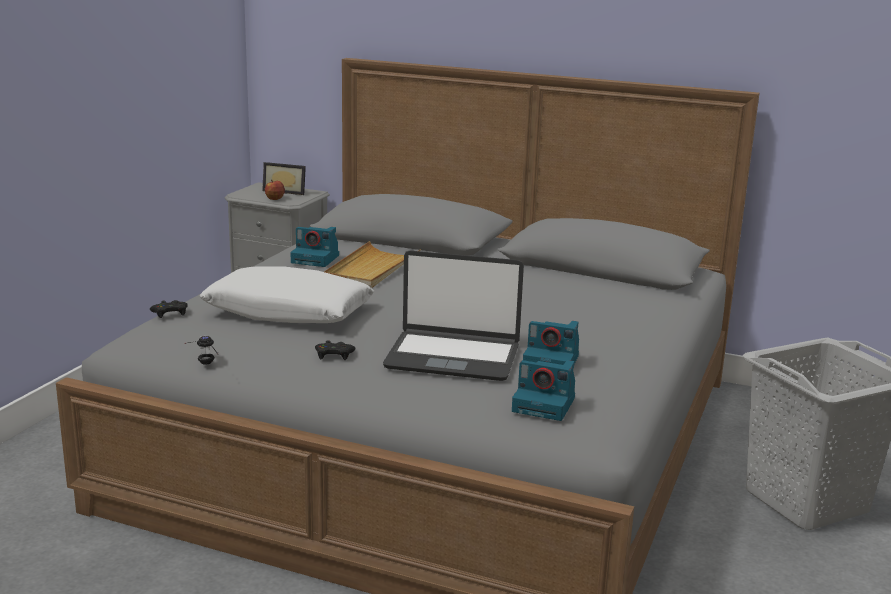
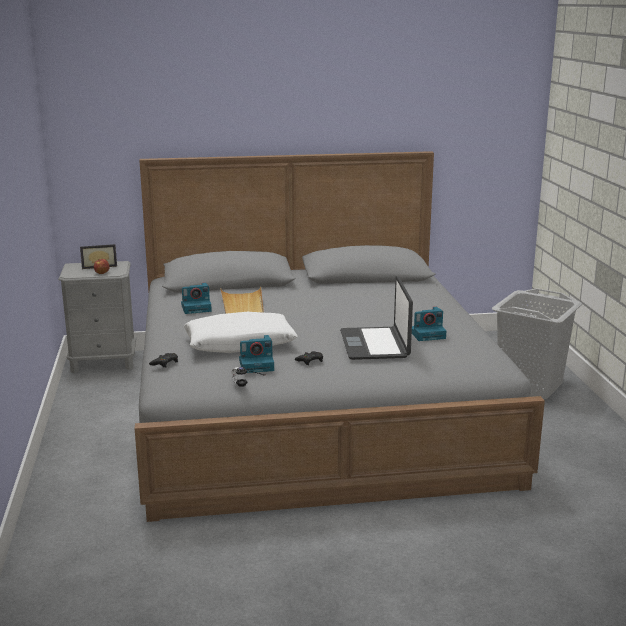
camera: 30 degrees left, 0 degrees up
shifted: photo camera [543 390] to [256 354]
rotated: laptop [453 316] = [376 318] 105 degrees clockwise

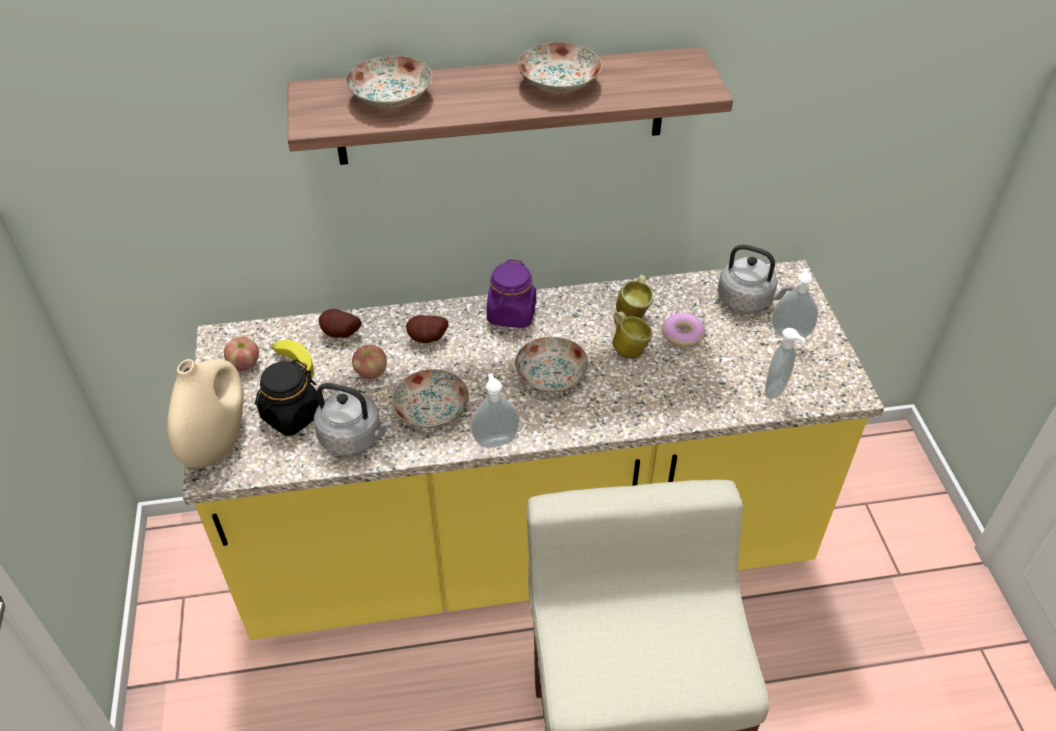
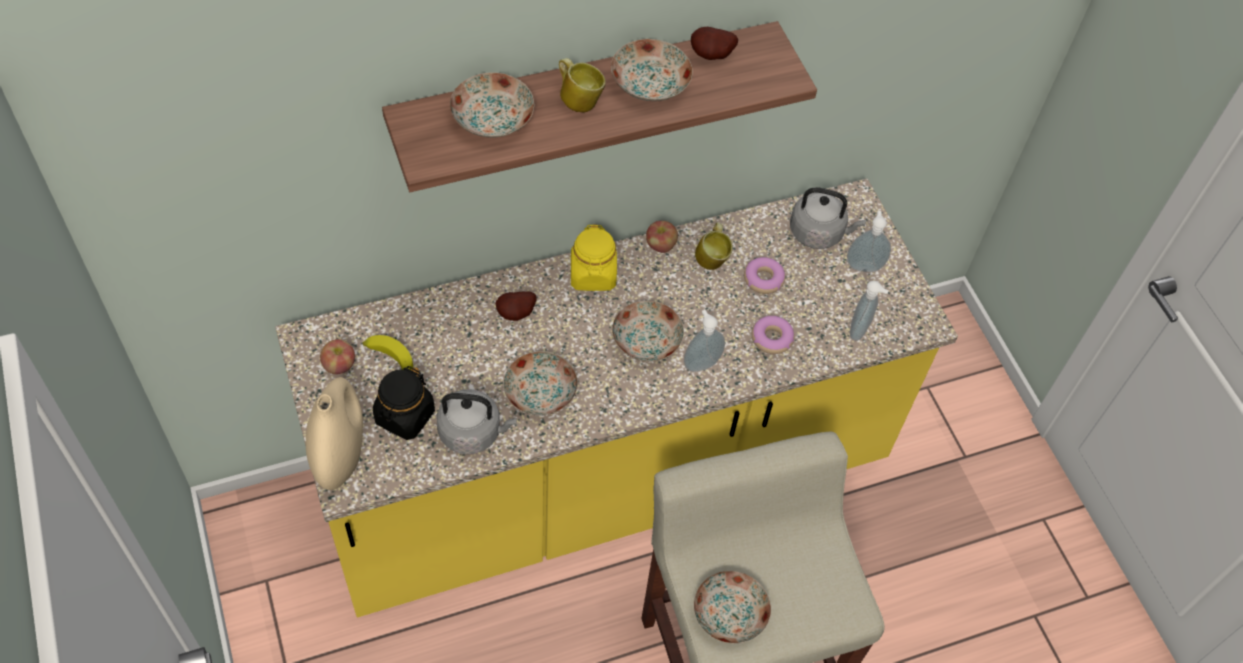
camera: 15 degrees left, 10 degrees up
new: plate [732 607]; donut [772 335]
shifted: potato [340 323] to [714 43]; apple [369 362] to [662 237]; soap dispenser [495 410] to [704 341]; mug [632 335] to [582 85]
repainted: purple jar [511 293] to yellow jar [594 257]

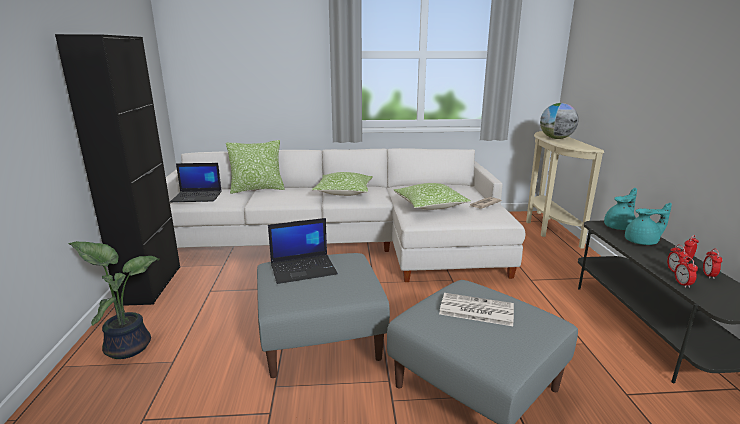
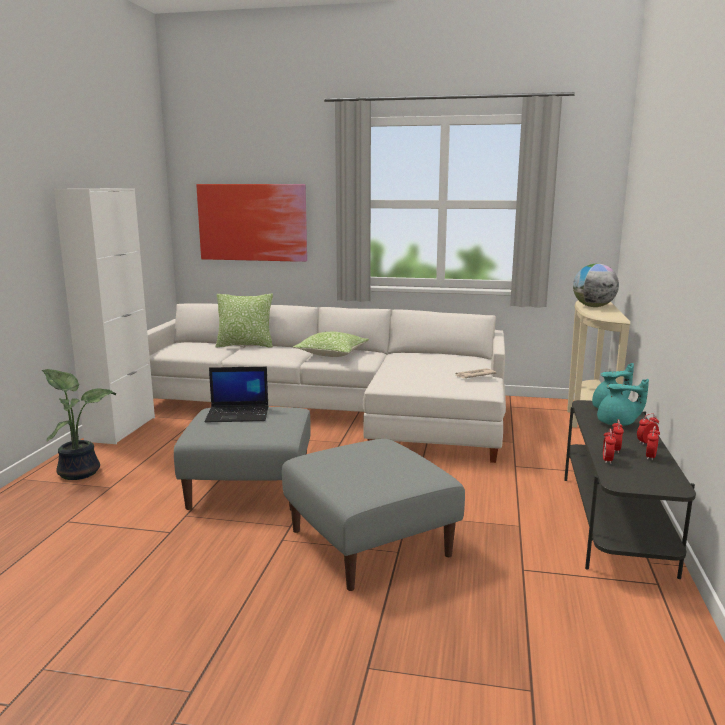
camera: 15 degrees right, 5 degrees down
gone: laptop [196 182]; pillow [432 196]; newspaper [476 309]
new: picture [251 223]
repainted: black cabinet [117 170] to white cabinet [104 316]

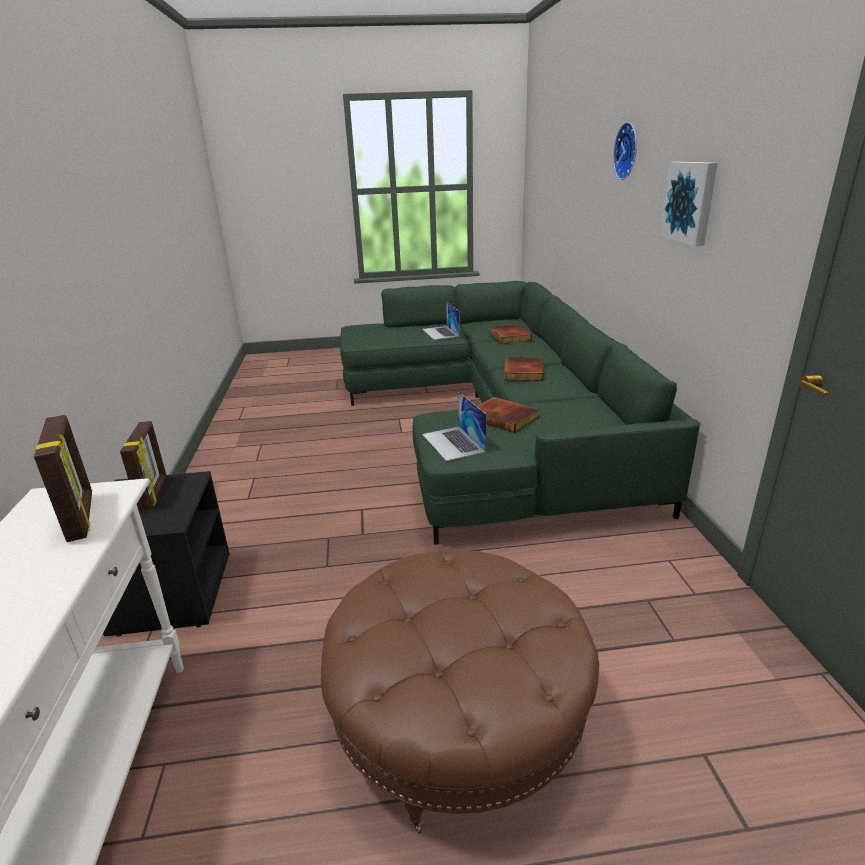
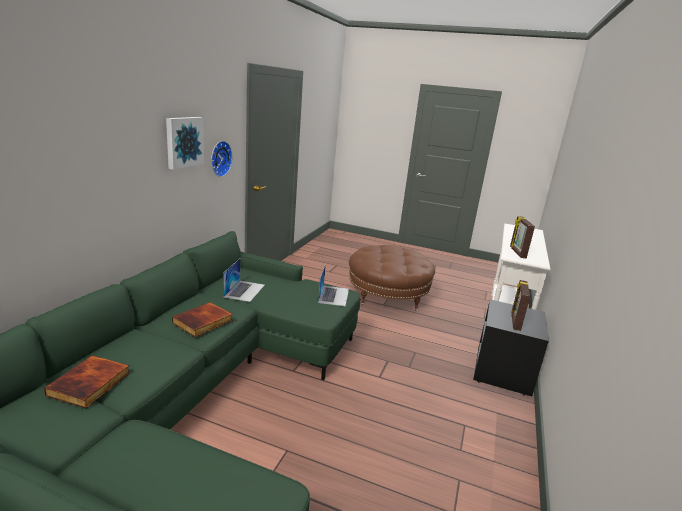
camera: 155 degrees left, 5 degrees down
gone: book [508 415]
shifted: laptop [441 321] to [244 280]; wall clock [625 151] to [222 159]

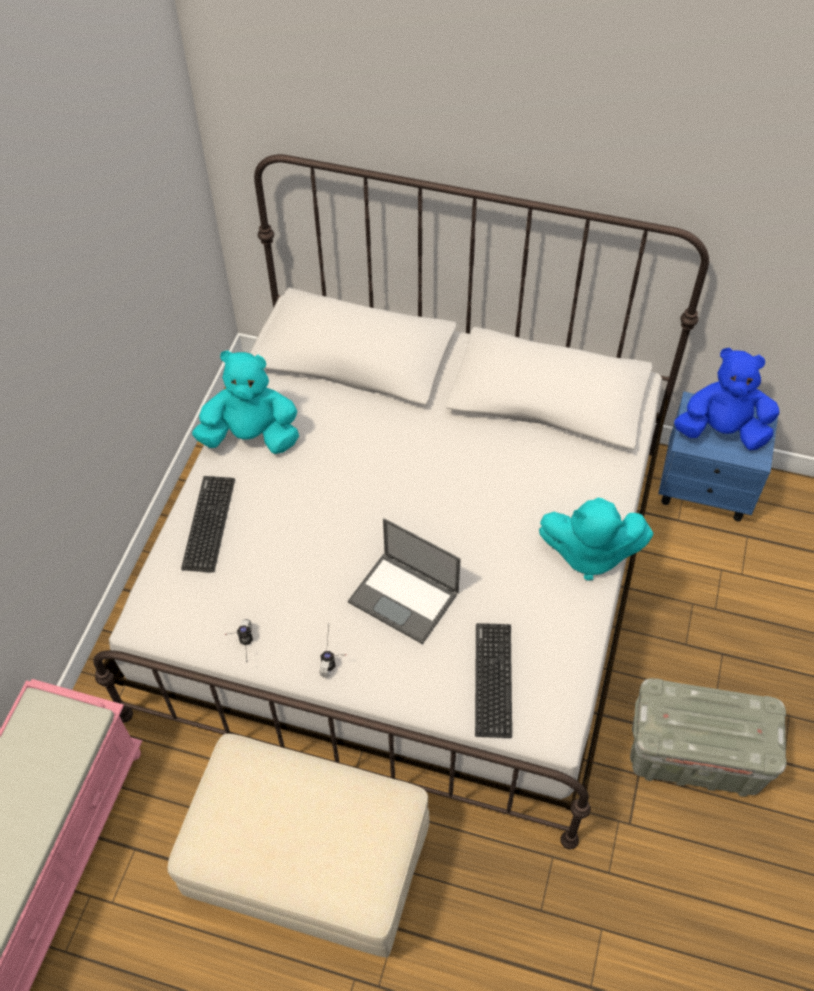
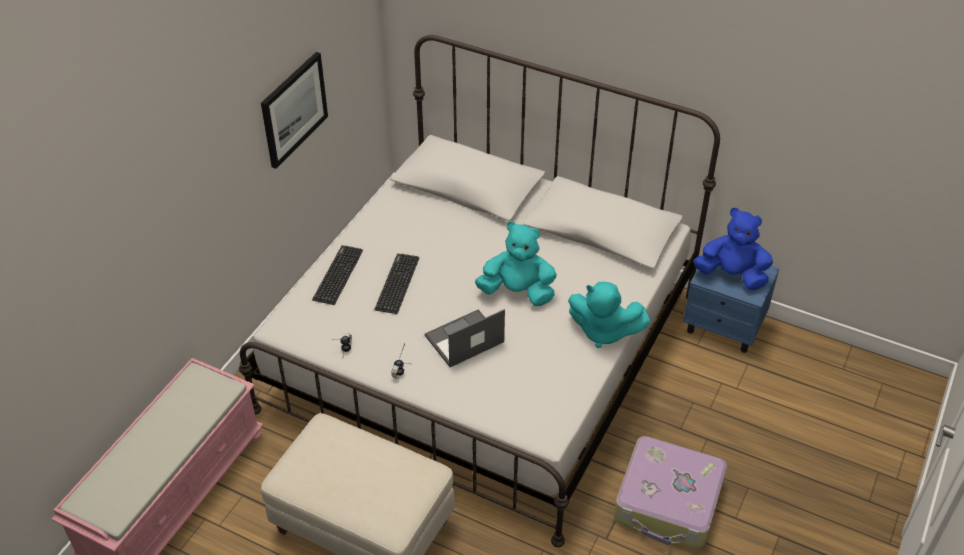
camera: 10 degrees right, 10 degrees down
new: picture [294 110]
shifted: turquoise plush toy [245 402] to [516 264]; keyboard [493 680] to [396 284]
swapped: grey storage box [708 737] to suitcase [670 492]
rotated: laptop [404 581] = [465 338] 105 degrees clockwise

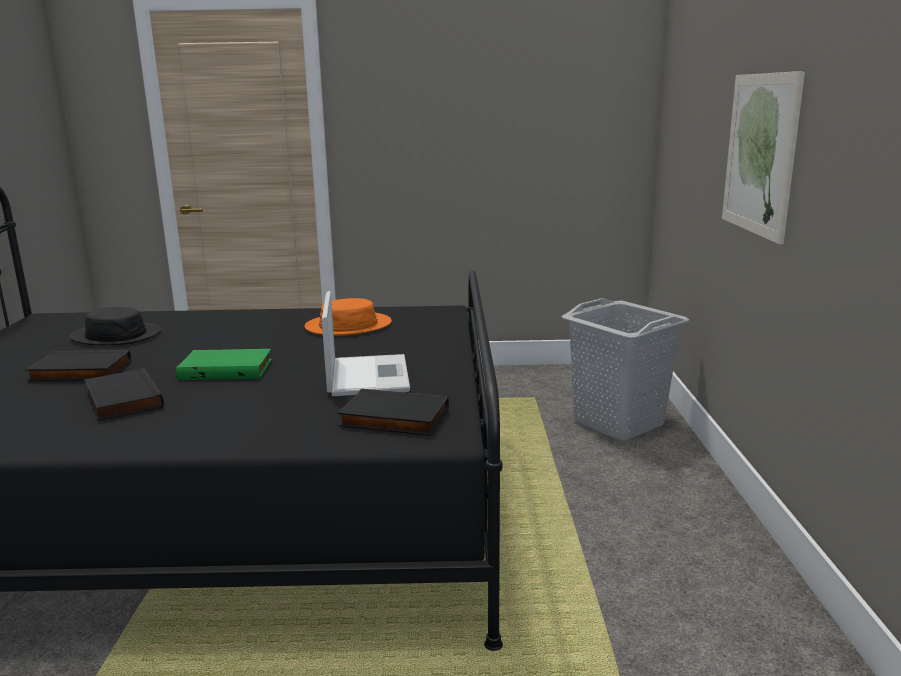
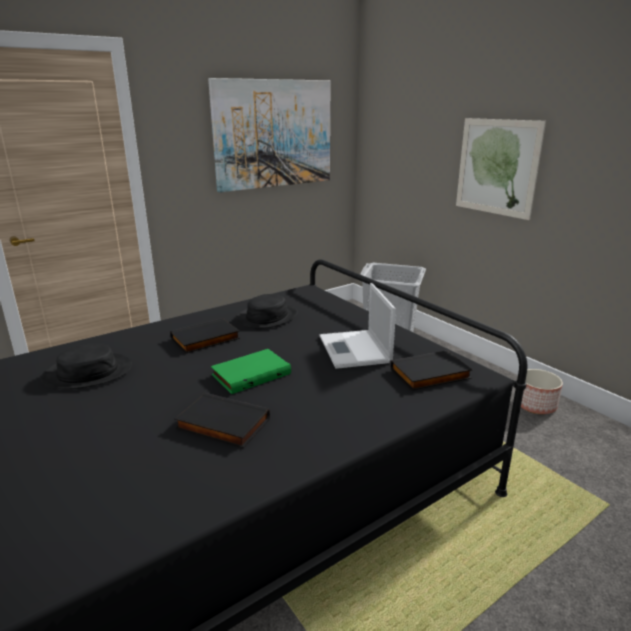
camera: 35 degrees left, 5 degrees up
new: picture [269 135]; planter [542 391]
shifted: black book [78 365] to [205 336]
repainted: orange hat [348 317] to black hat [267 311]
rotated: laptop [366 343] = [358 326] 150 degrees counterclockwise

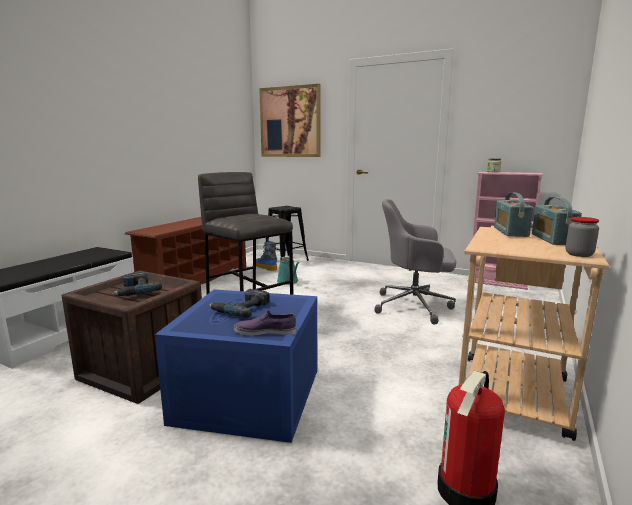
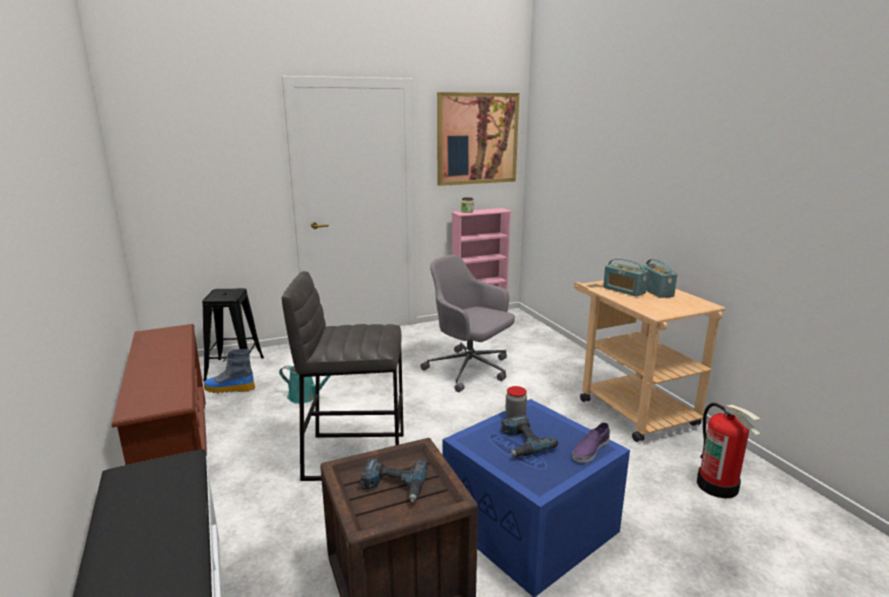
camera: 50 degrees left, 5 degrees up
shifted: picture [290 120] to [478 139]; jar [582 237] to [516 402]
rotated: grey office chair [415 262] = [467 323] 75 degrees clockwise; radio [557 221] = [658 278] 150 degrees counterclockwise

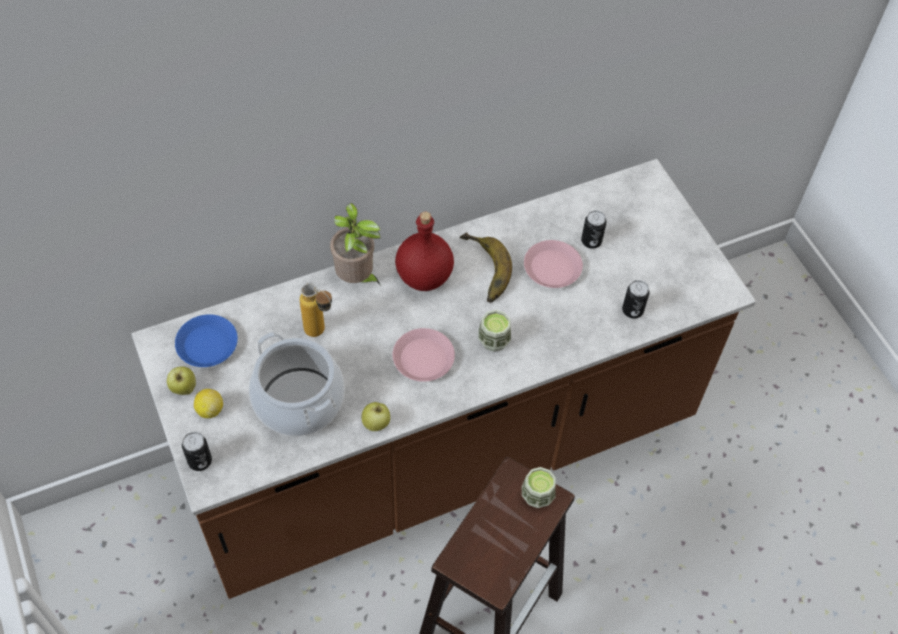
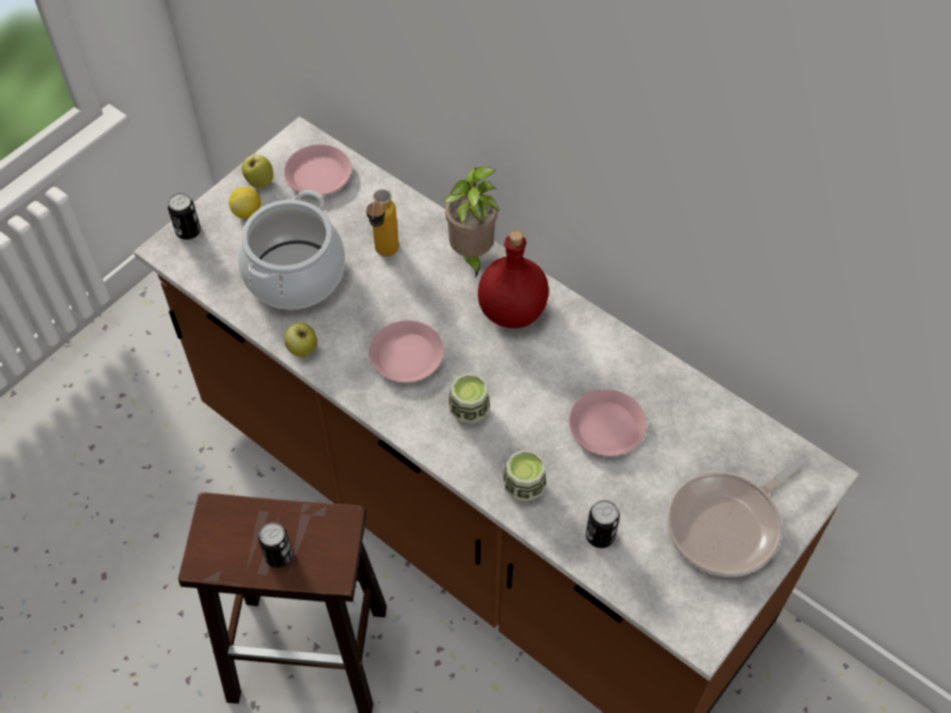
camera: 65 degrees right, 0 degrees up
gone: banana [486 267]
new: frying pan [738 515]
shifted: cup [539 487] to [525 476]; can [594 229] to [275 545]
repainted: blue plate [206 340] to pink plate [318 169]

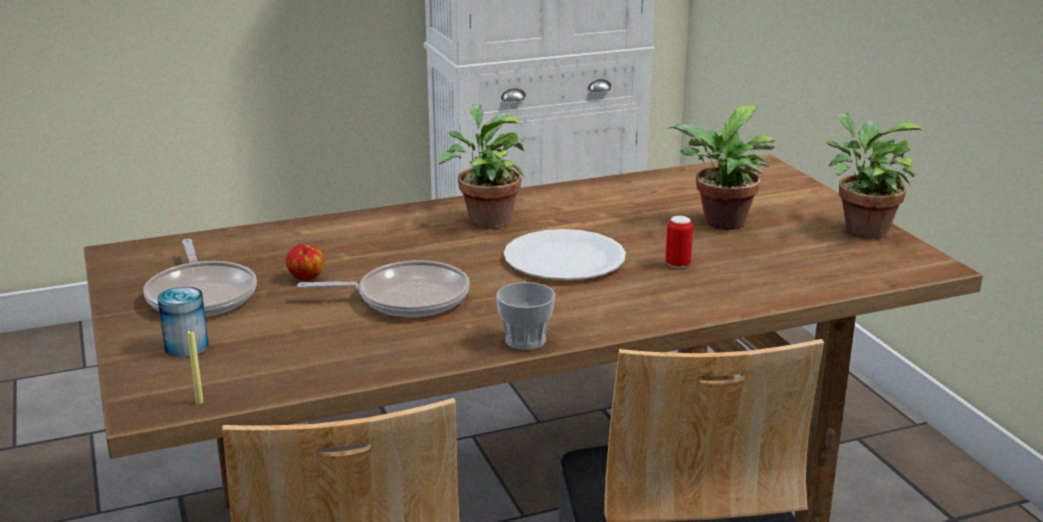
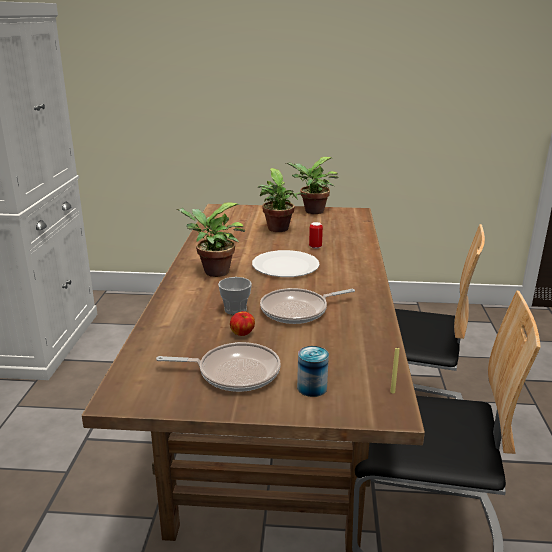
camera: 65 degrees left, 0 degrees up
shifted: cup [525 316] to [235 296]
rotated: frying pan [383 288] = [307 306] 135 degrees counterclockwise

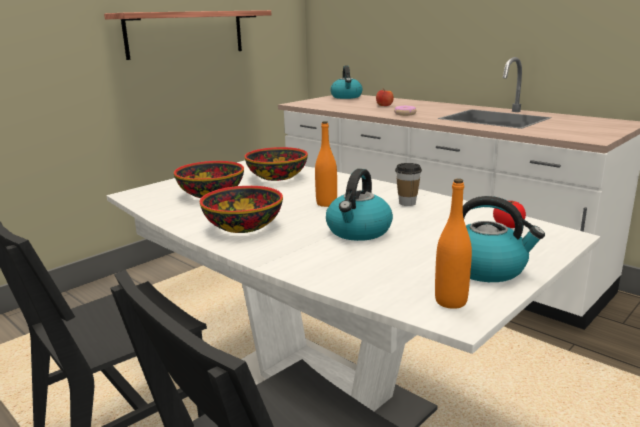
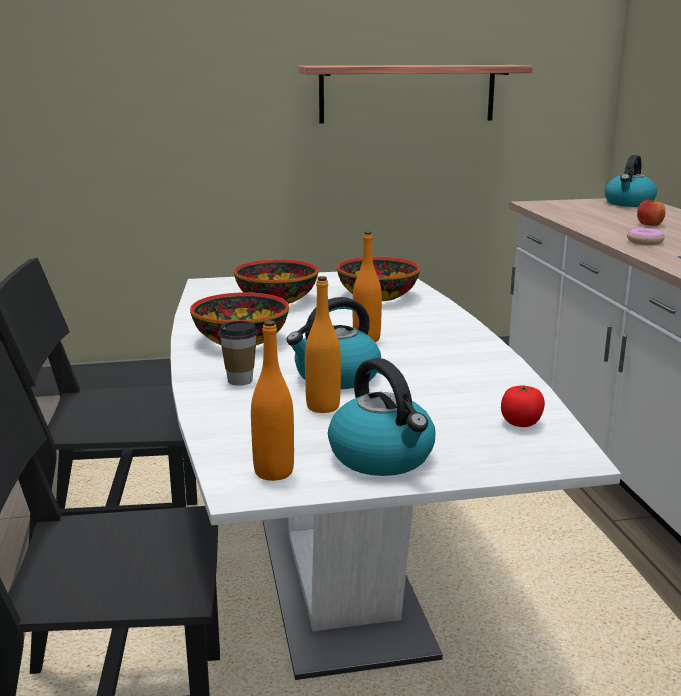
camera: 35 degrees right, 0 degrees up
new: orange bottle [323 344]
shifted: cup [408 184] to [238 353]

